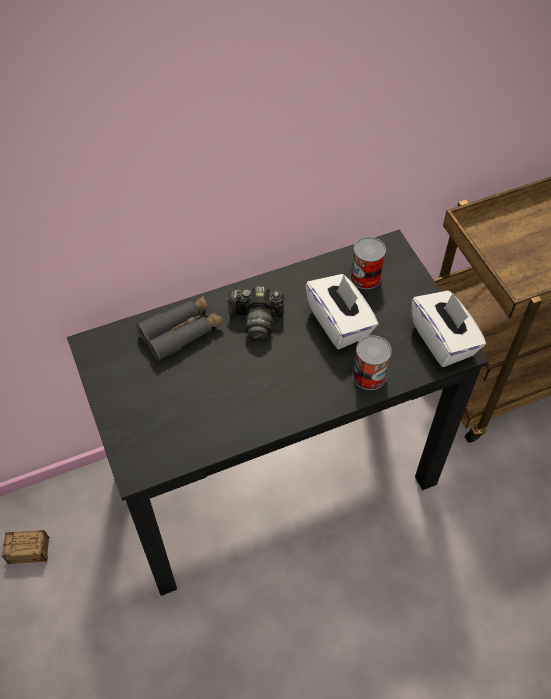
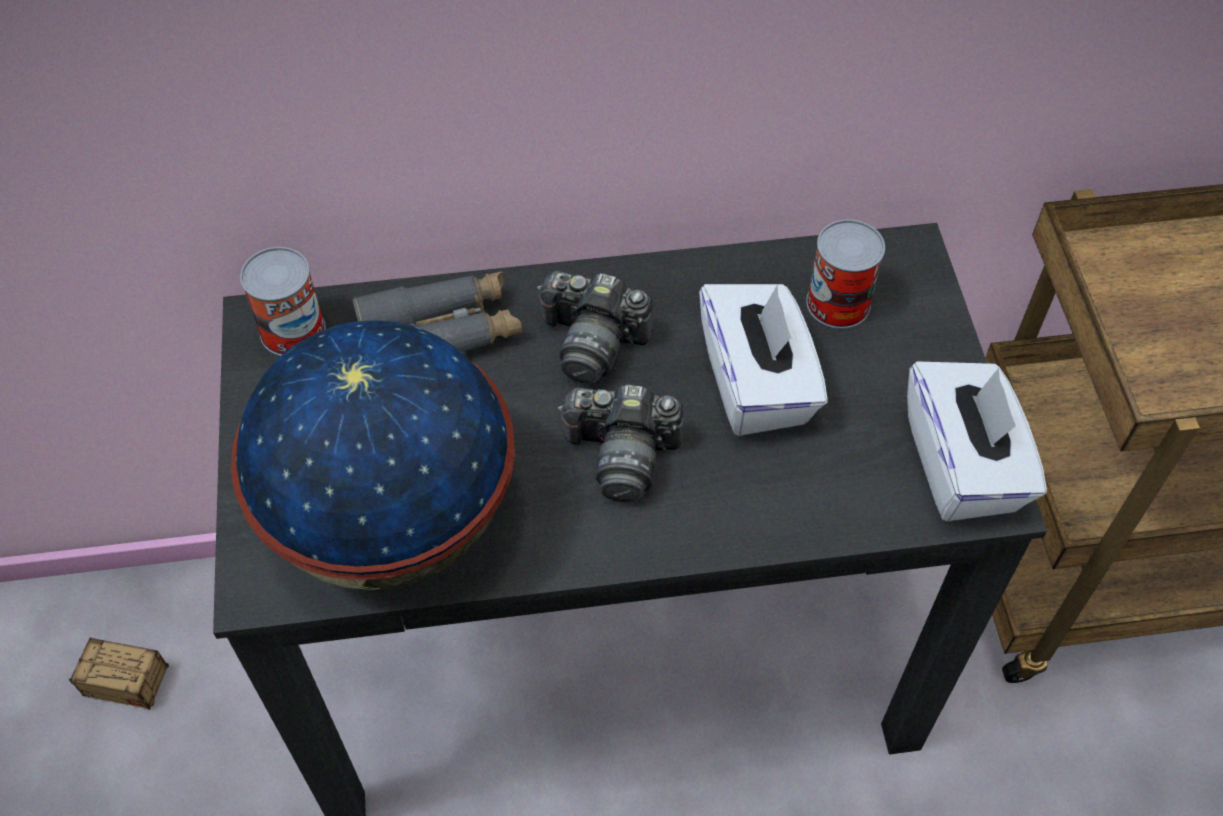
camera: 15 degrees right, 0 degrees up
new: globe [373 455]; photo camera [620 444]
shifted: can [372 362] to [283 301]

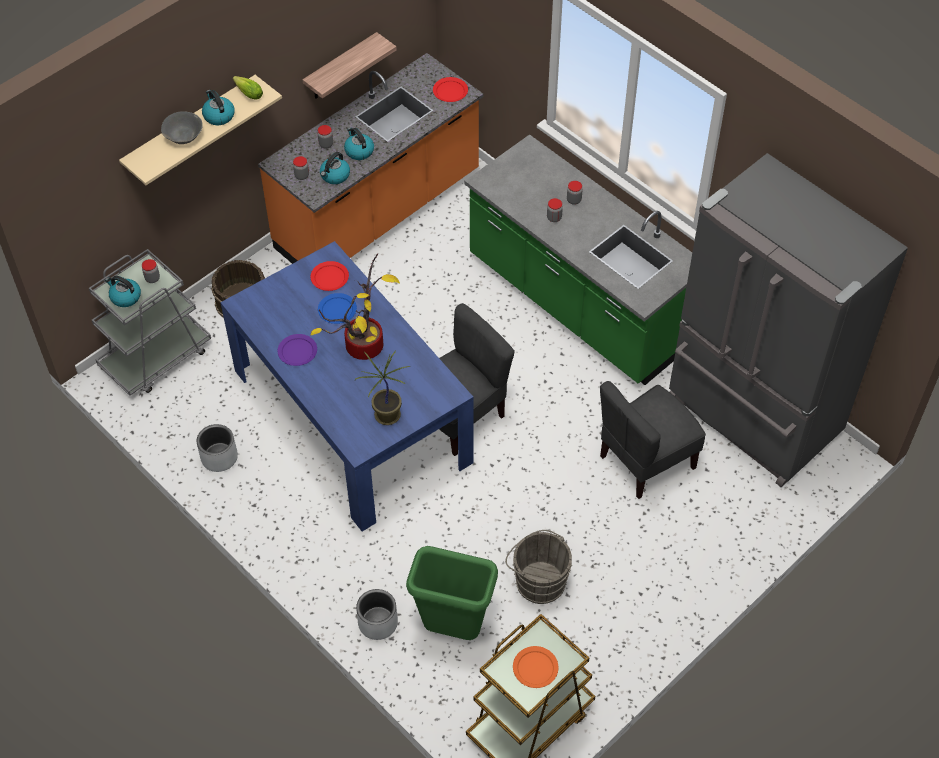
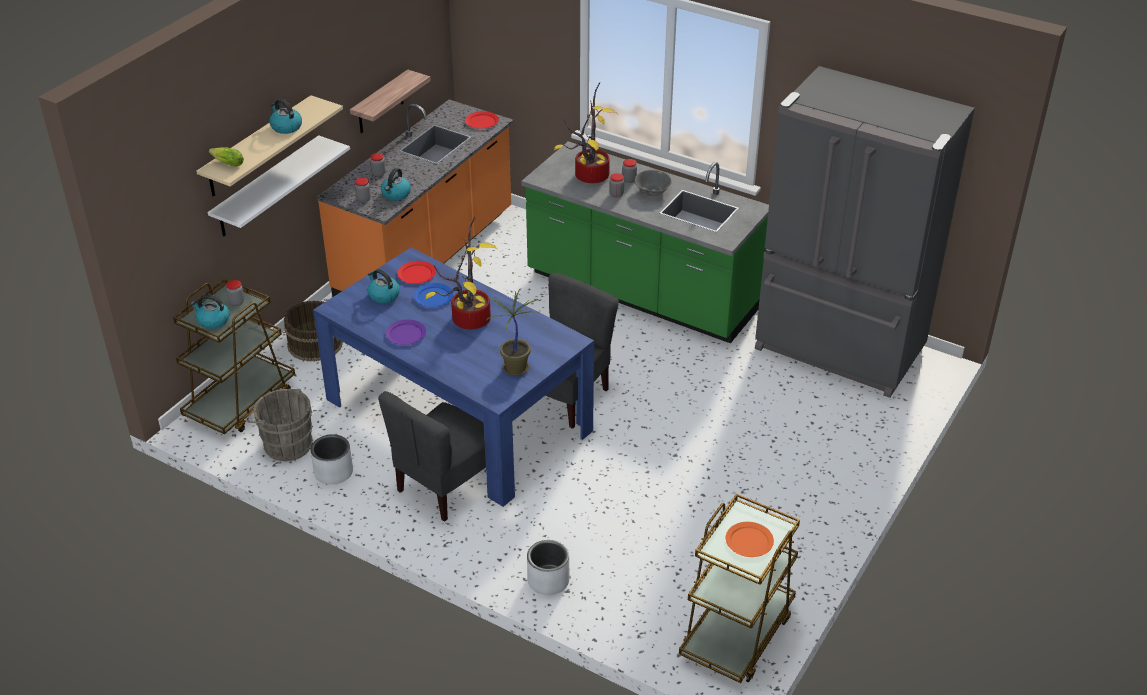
camera: 15 degrees left, 15 degrees down
gone: green trash can [452 593]
new: white shelf [279 185]; potted plant [585 132]
shifted: grey bowl [182 127] to [653 183]; lettuce [248 88] to [226 156]; kettle [359 143] to [383 286]; grey bucket [538 567] to [280 425]; grey chair [653 440] to [432 456]
repainted: grey cart [150 322] to brown cart [234 356]

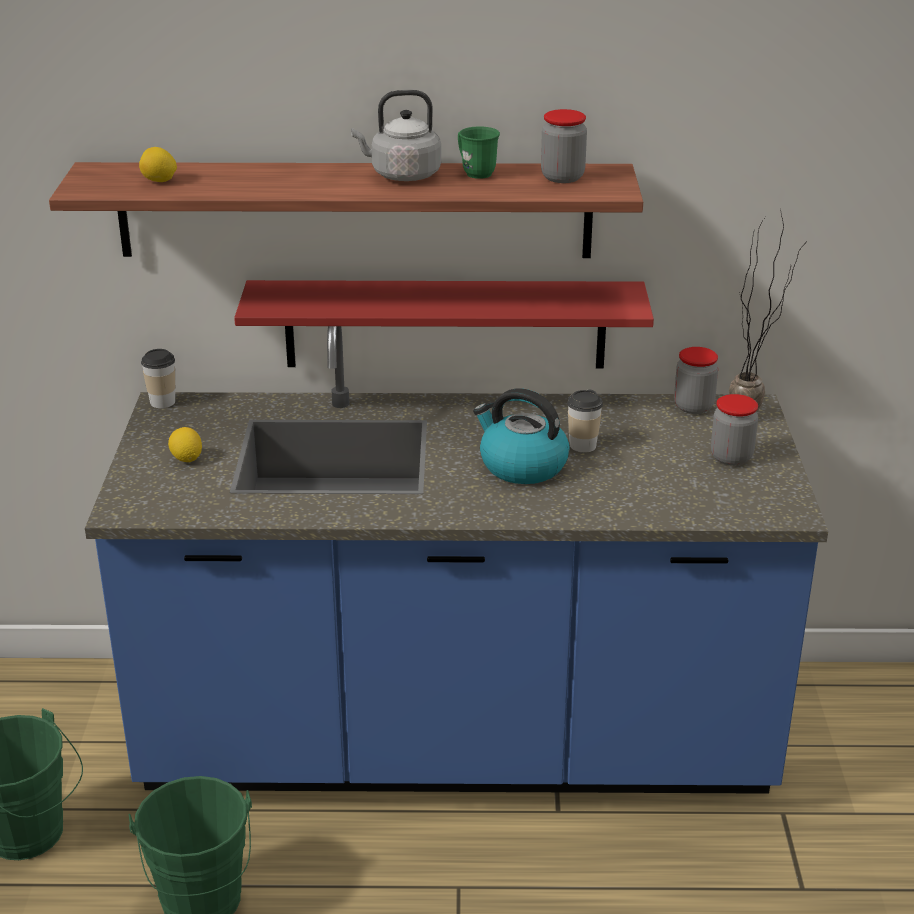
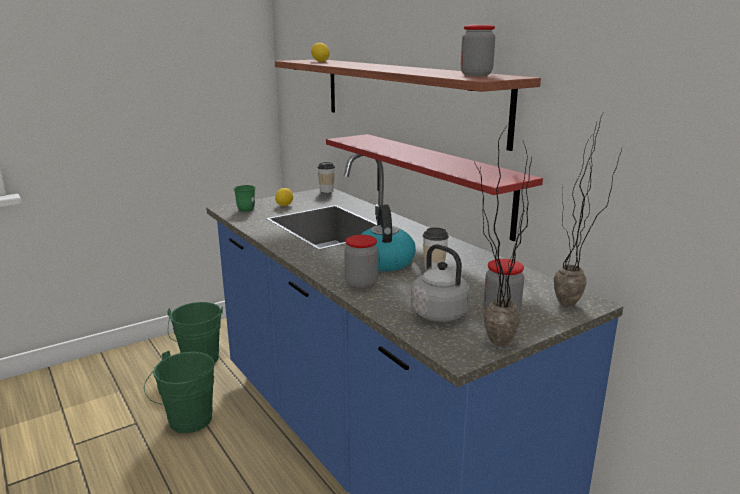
camera: 55 degrees right, 10 degrees down
new: potted plant [503 236]
shifted: grey kettle [396 135] to [440 283]; green mug [479 152] to [244 198]; jar [696 380] to [361 262]

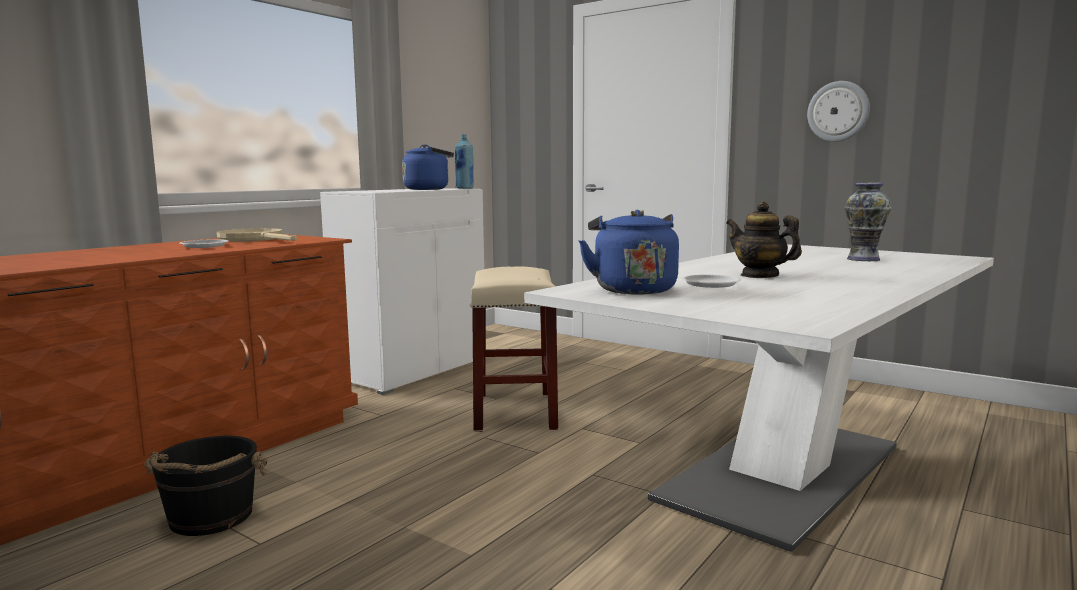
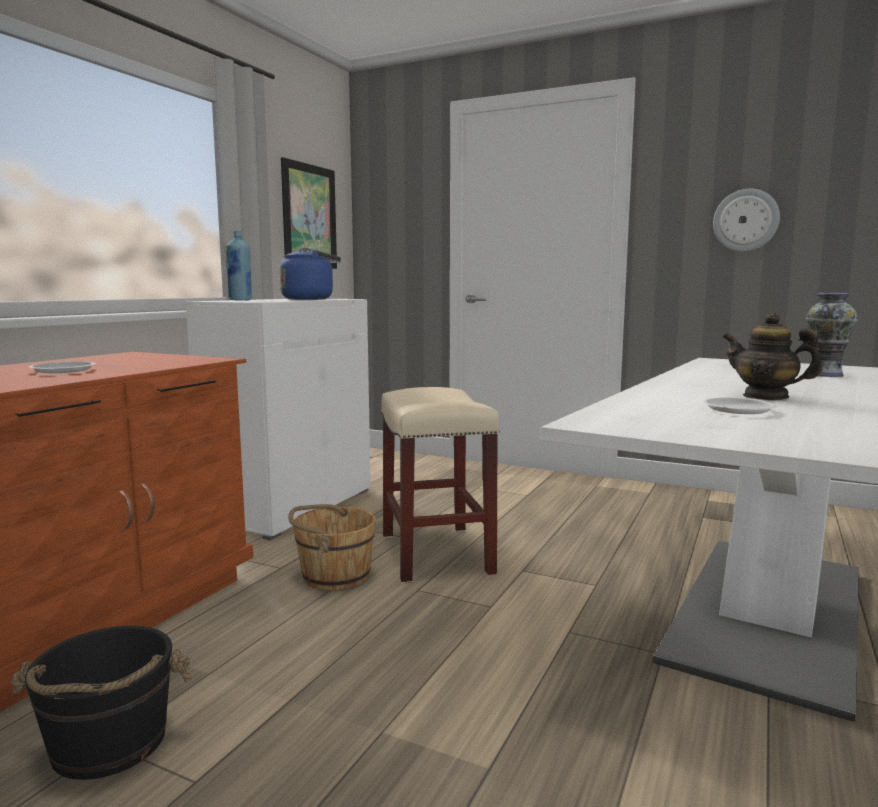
camera: 10 degrees left, 0 degrees up
gone: beige frying pan [257 235]; blue kettle [629 252]
new: picture [309 213]; brown bucket [332 547]
shifted: blue bottle [464 162] to [239 266]

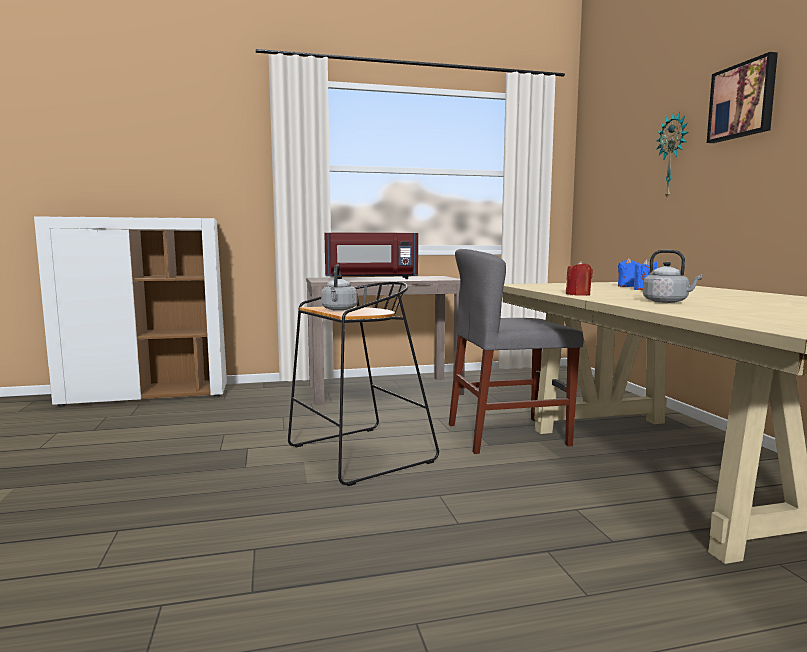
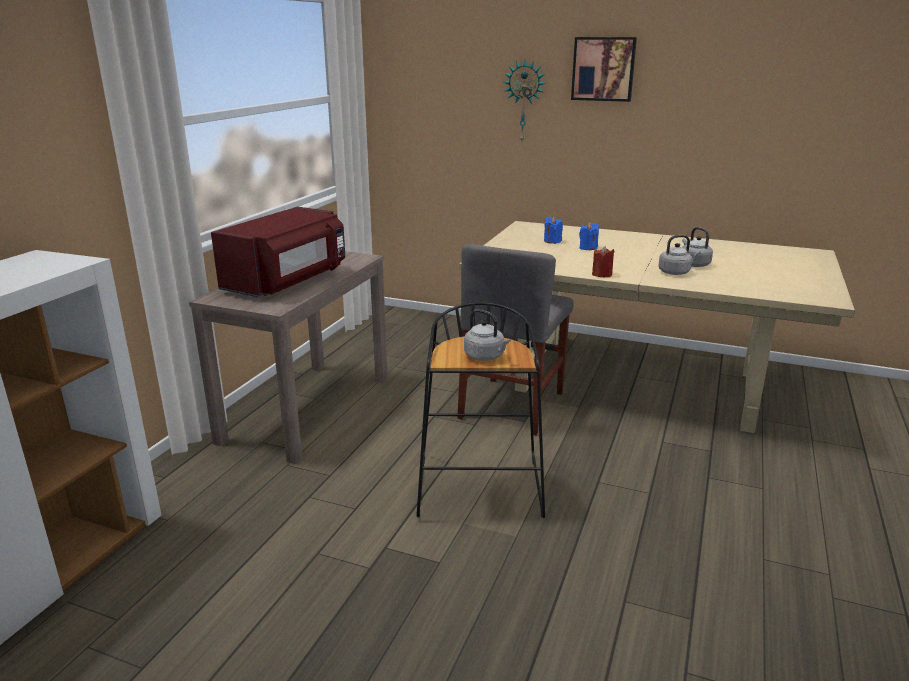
camera: 55 degrees left, 15 degrees up
new: grey kettle [697 247]

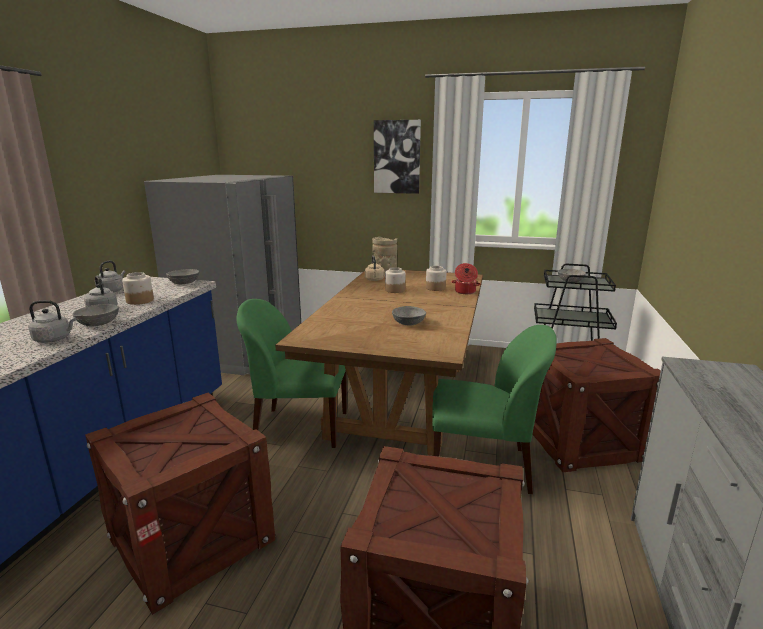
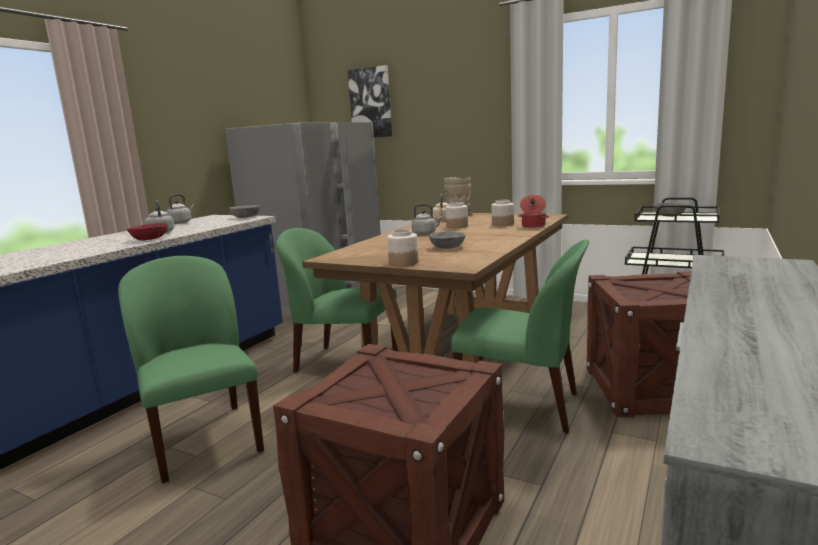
camera: 15 degrees right, 5 degrees down
shifted: grey kettle [52 321] to [427 219]; jar [138 288] to [402 247]; picture [397 157] to [370 101]
swapped: crate [180 504] to green chair [191 369]
repainted: grey bowl [95 315] to red bowl [147 231]

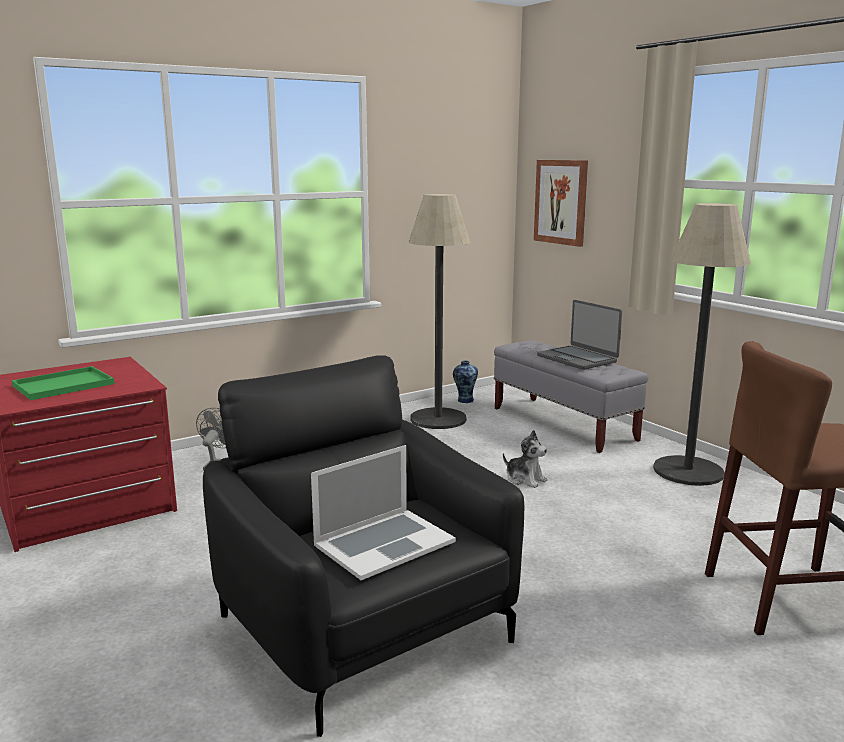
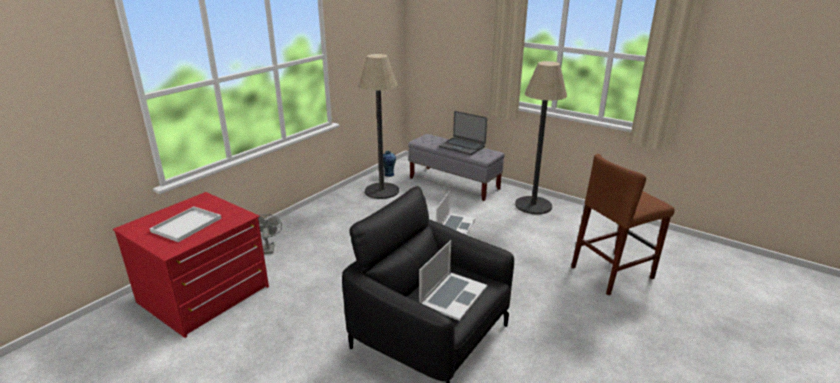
camera: 20 degrees left, 10 degrees up
gone: picture [561 203]
swapped: plush toy [525 459] to laptop [456 213]
repainted: green tray [63 383] to white tray [185 224]

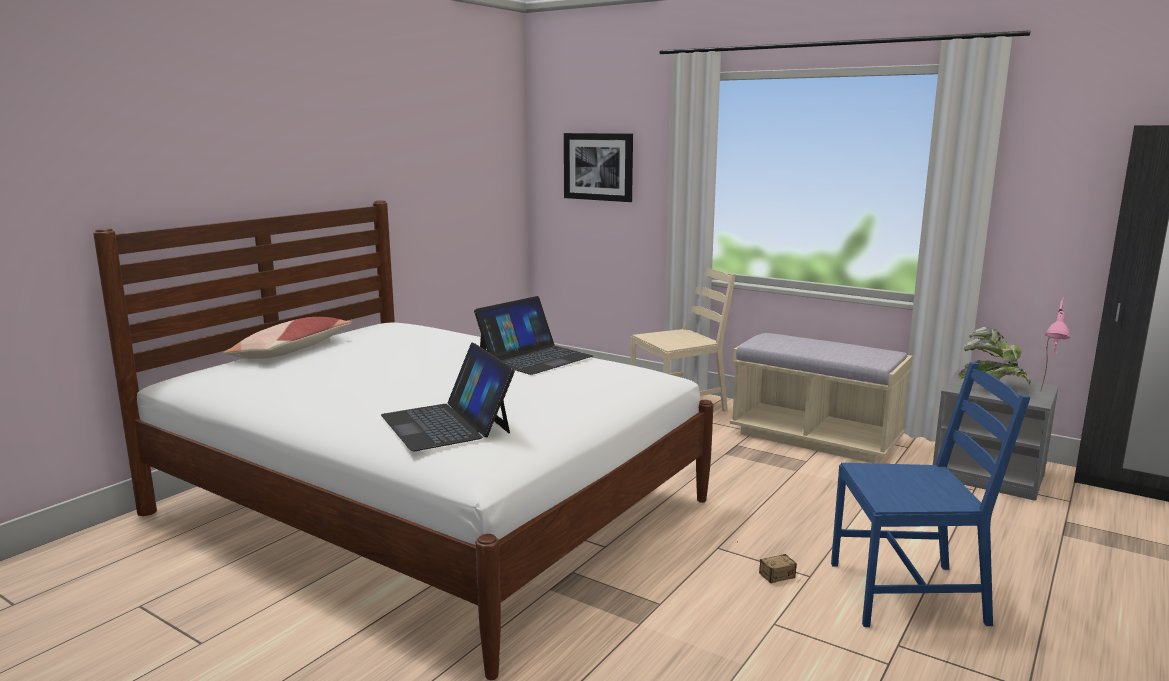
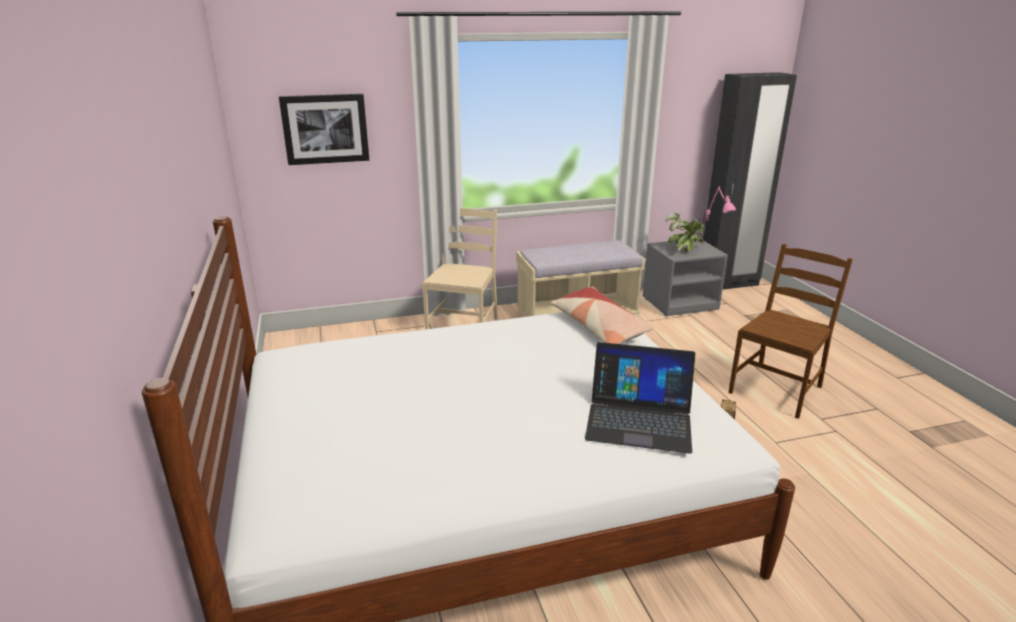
camera: 50 degrees left, 10 degrees up
gone: laptop [533 335]
shifted: pillow [287 338] to [602 315]
repainted: blue chair [931 494] to brown chair [790 331]

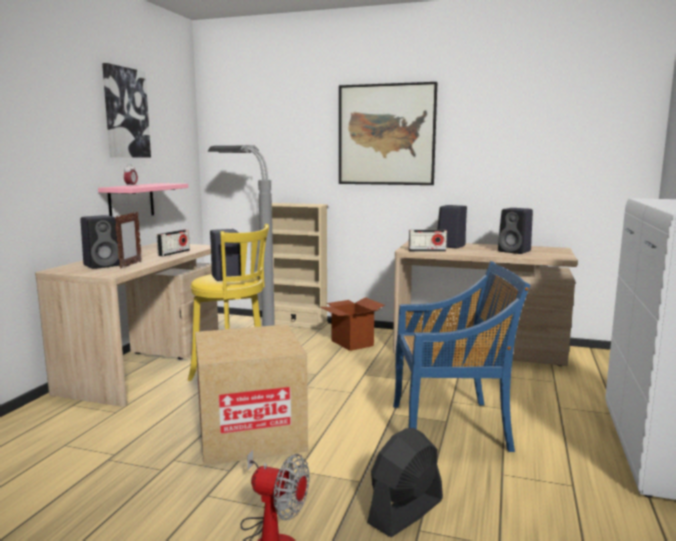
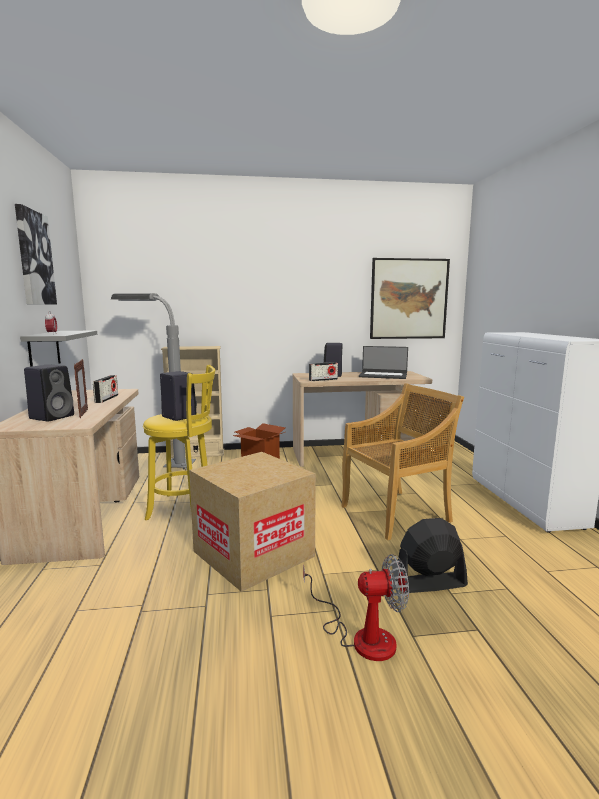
camera: 25 degrees left, 0 degrees up
shifted: picture [388 133] to [410 298]
swapped: black speaker [515 231] to laptop [383 362]
repainted: pink shelf [143 199] to grey shelf [58 349]; blue chair [462 356] to beige chair [402 461]
rotated: black fan [405 482] = [433 555] 60 degrees clockwise

